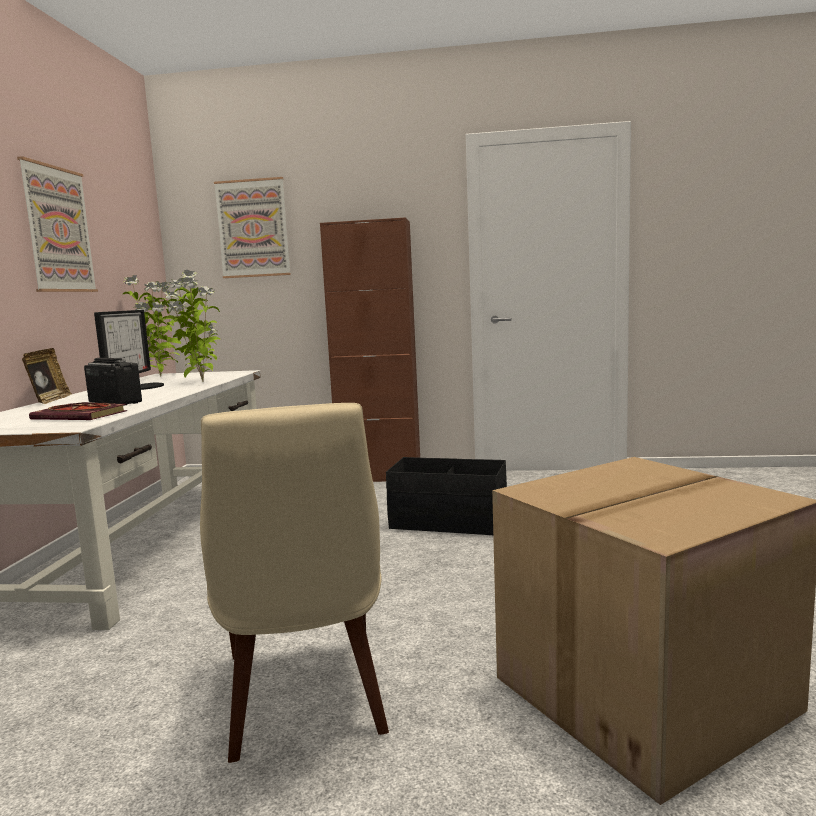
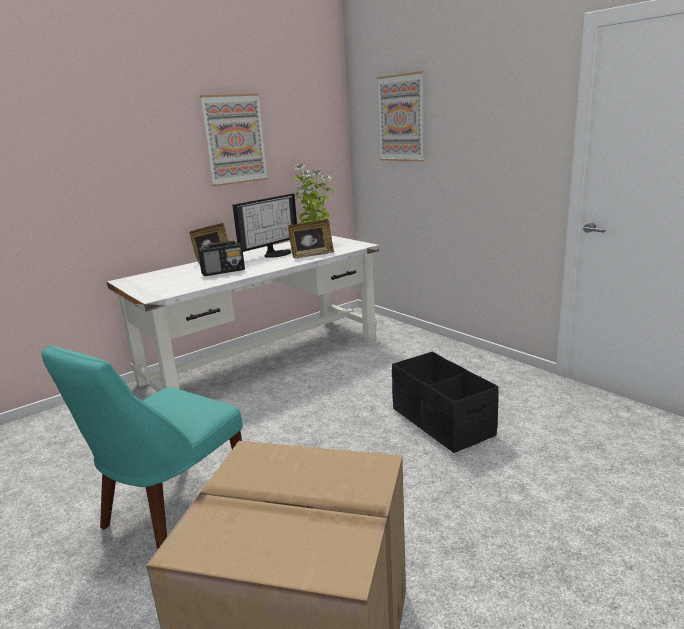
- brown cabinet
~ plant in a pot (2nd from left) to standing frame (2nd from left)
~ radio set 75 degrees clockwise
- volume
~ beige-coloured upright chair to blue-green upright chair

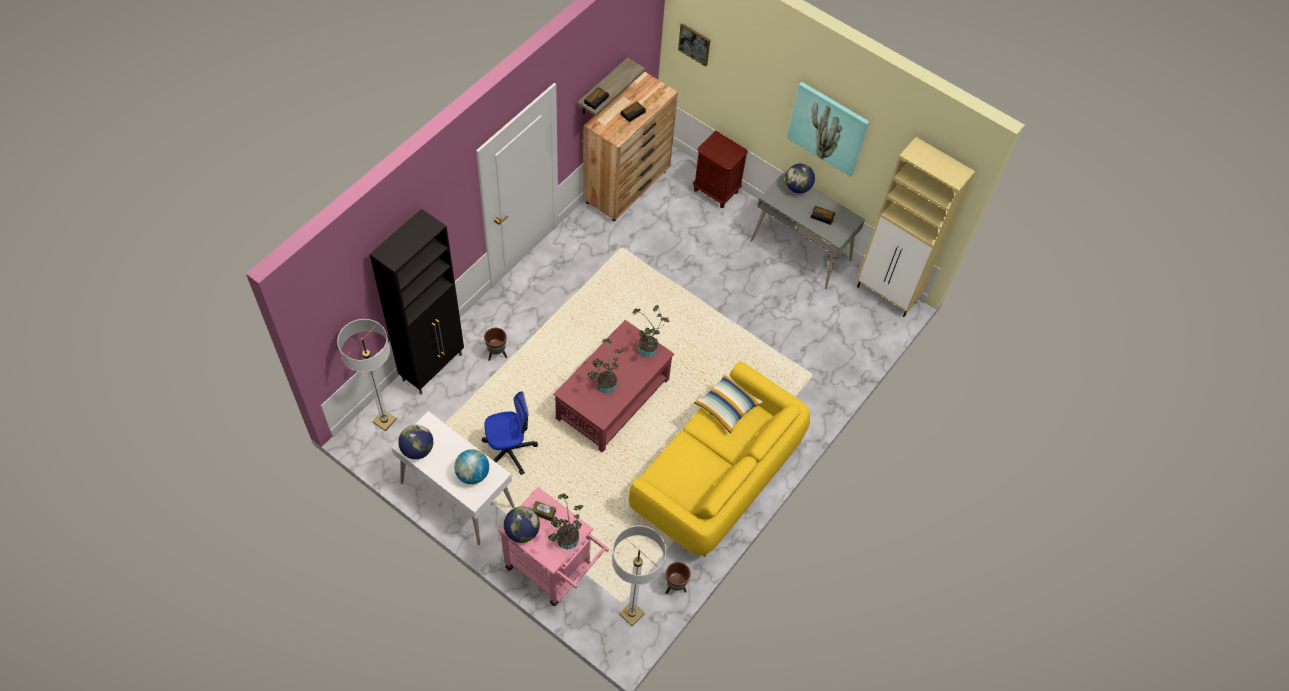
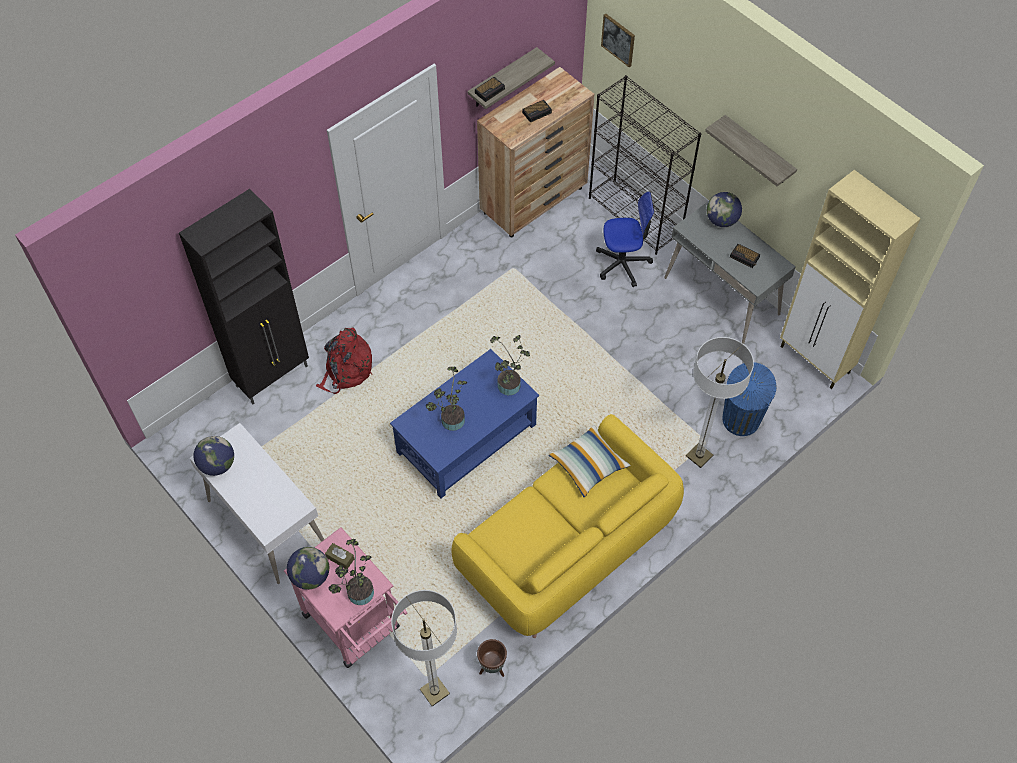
~ picture (2nd from left) to shelf (2nd from left)
~ brown night table to blackish shelving unit
~ standard lamp (1st from left in the first image) to standard lamp (2nd from left)
~ red low table to blue-coloured low table
~ brown flower pot (1st from left) to red backpack
~ computer chair
- world globe (2nd from left)
+ blue-coloured waste bin

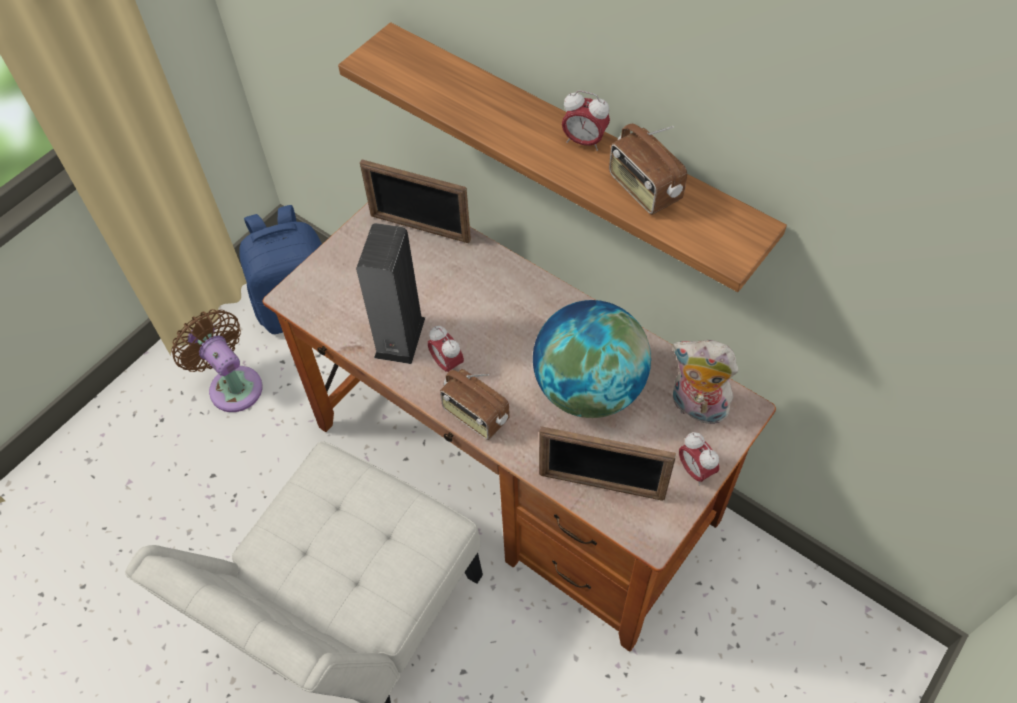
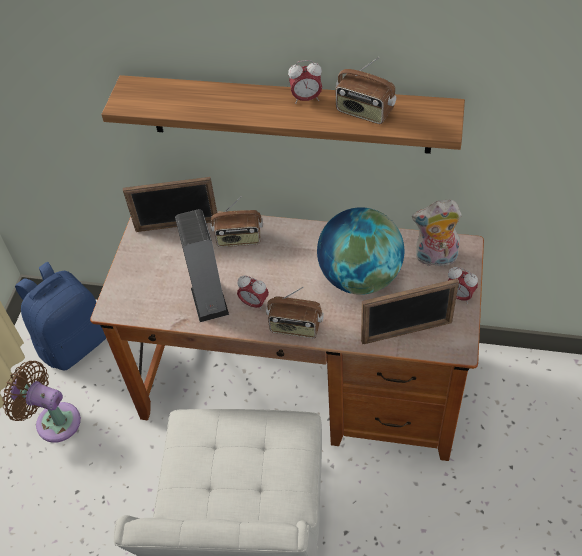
+ radio set (1st from left)

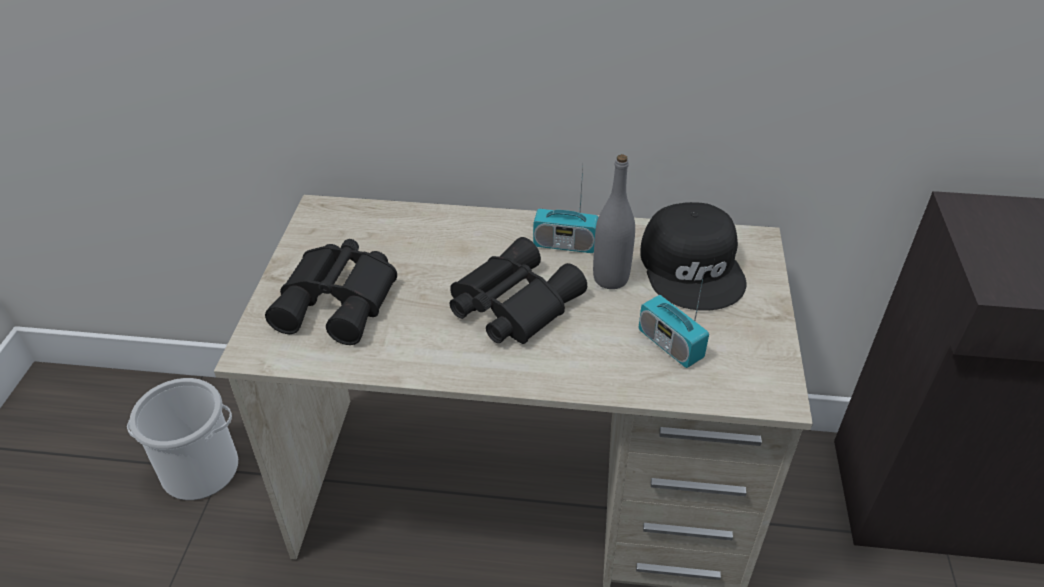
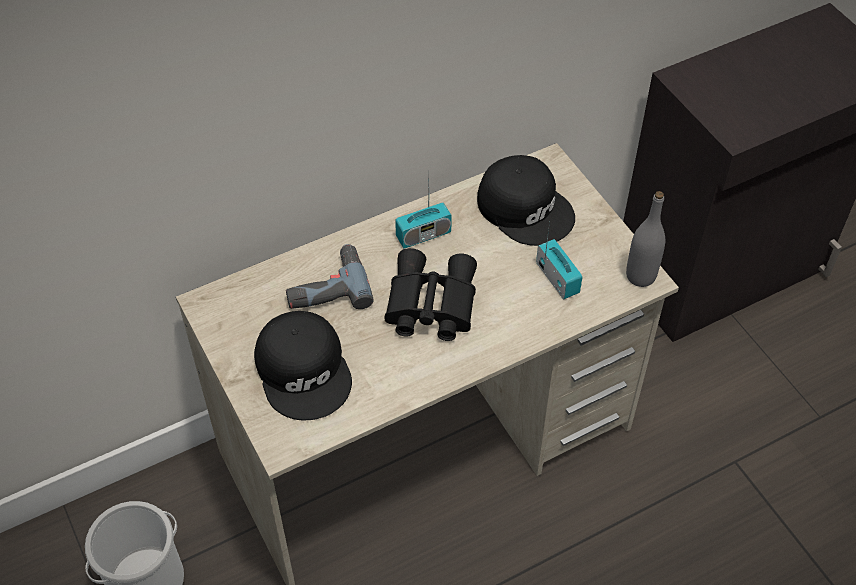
~ grey beverage bottle
~ blackish pair of binoculars (1st from left) to blackish baseball cap (1st from left)
~ radio set (2nd from left) 135 degrees counterclockwise
+ power drill

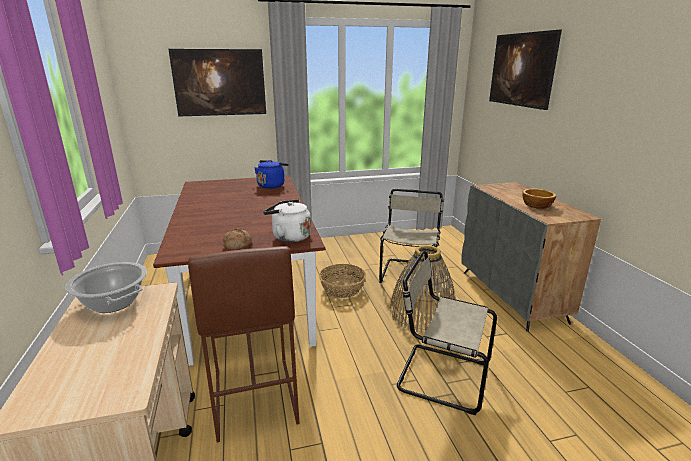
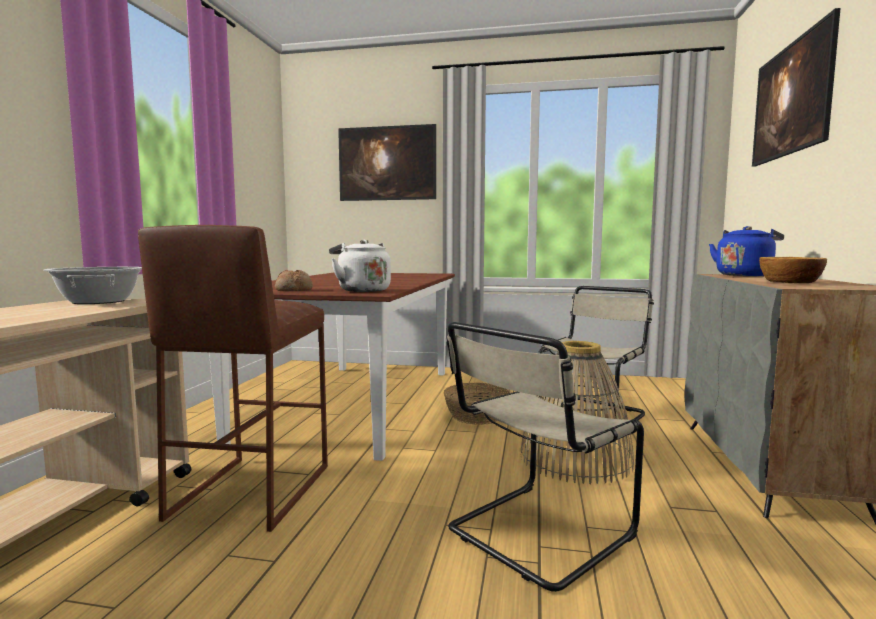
~ blue-coloured water kettle
~ beige-coloured upright chair (2nd from left in the first image) 90 degrees counterclockwise

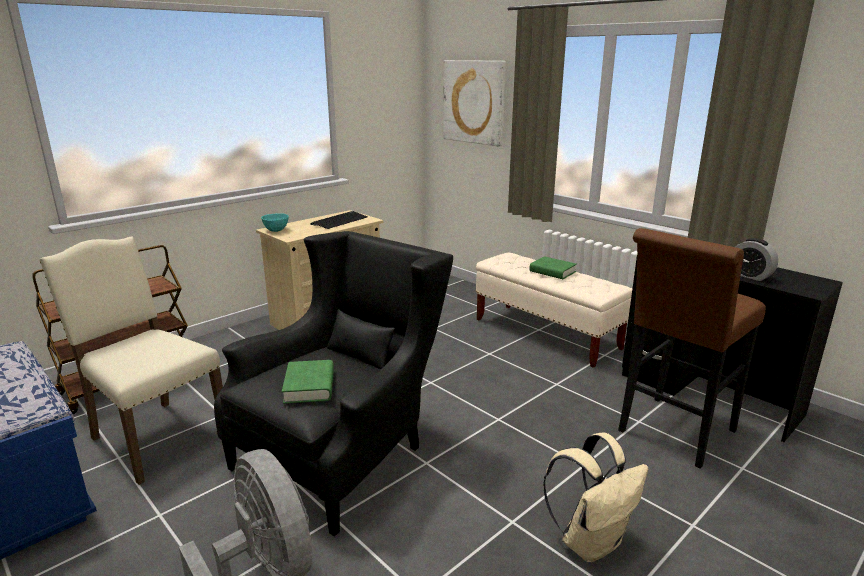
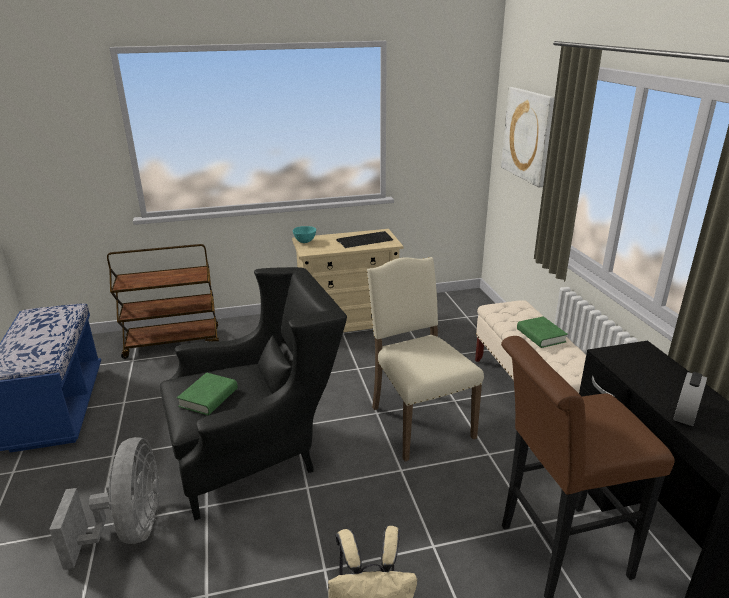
~ beige-coloured upright chair
~ table clock 135 degrees counterclockwise

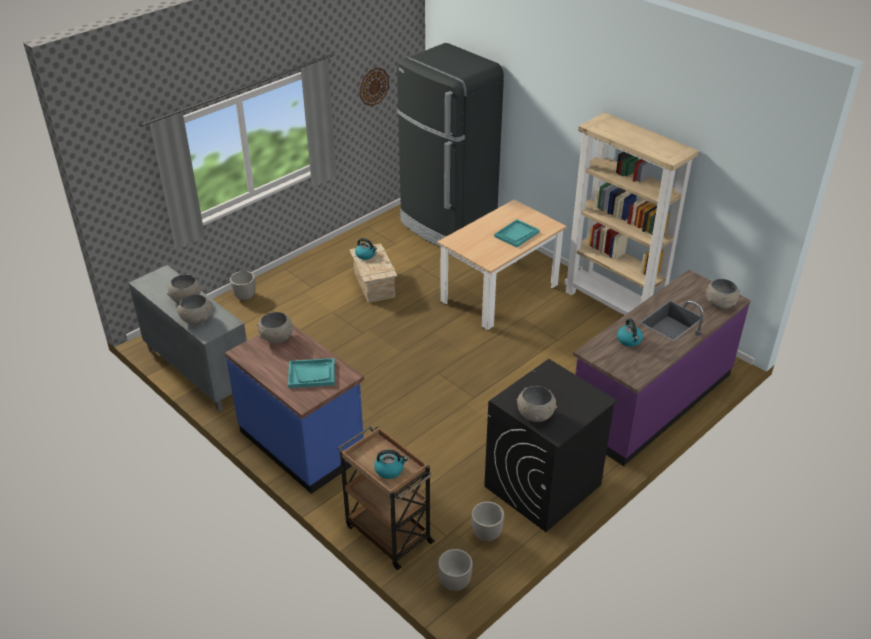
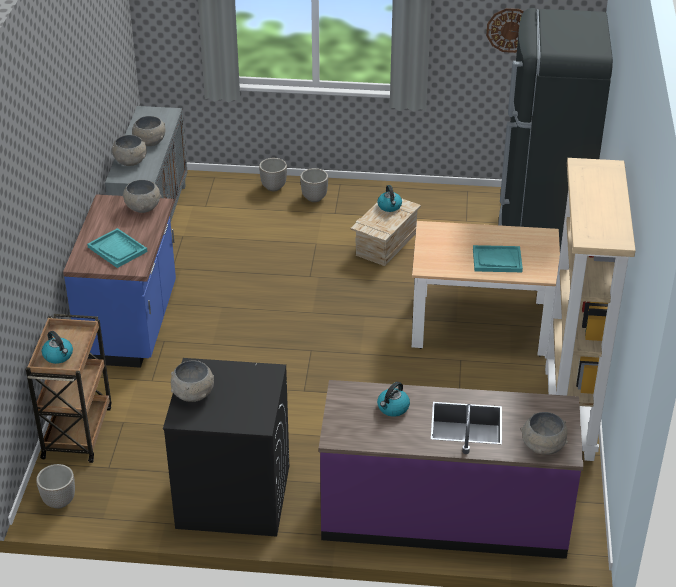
~ flower pot (3rd from left)

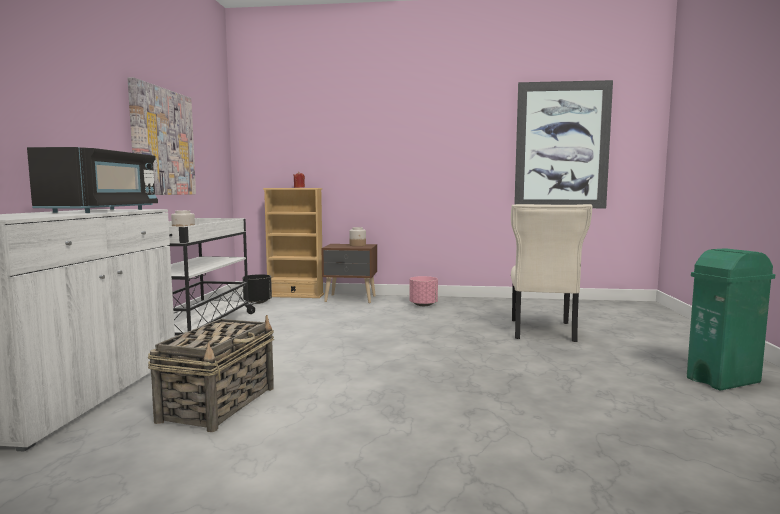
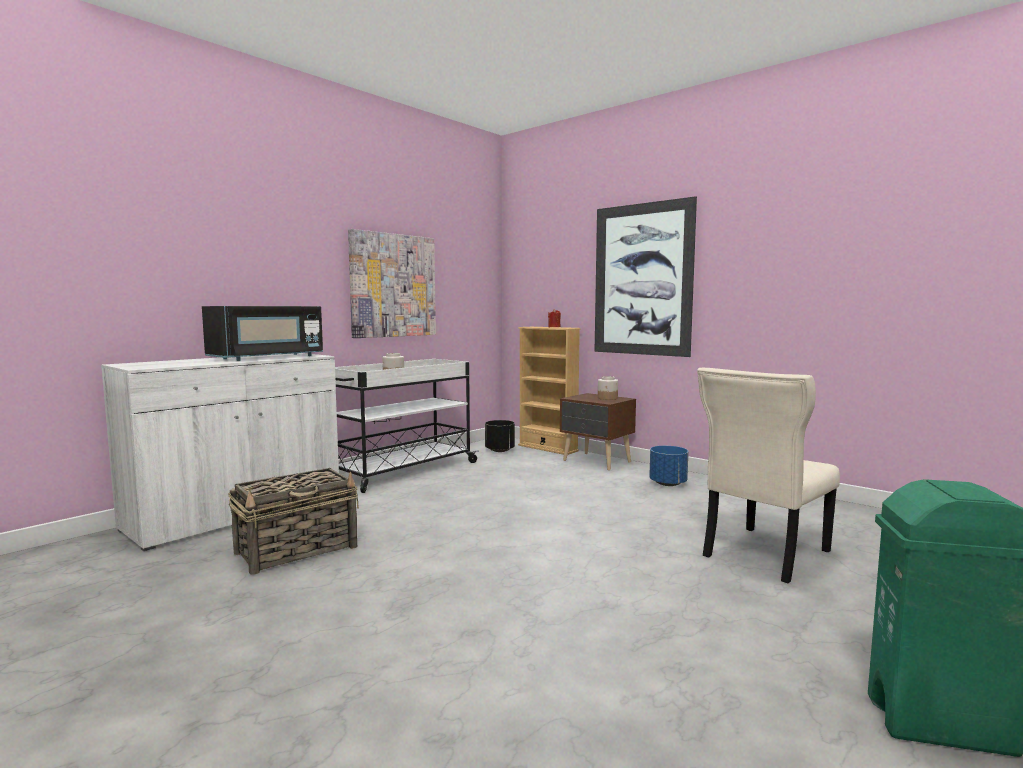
~ picture (2nd from left)
~ pink flower pot to blue-coloured flower pot

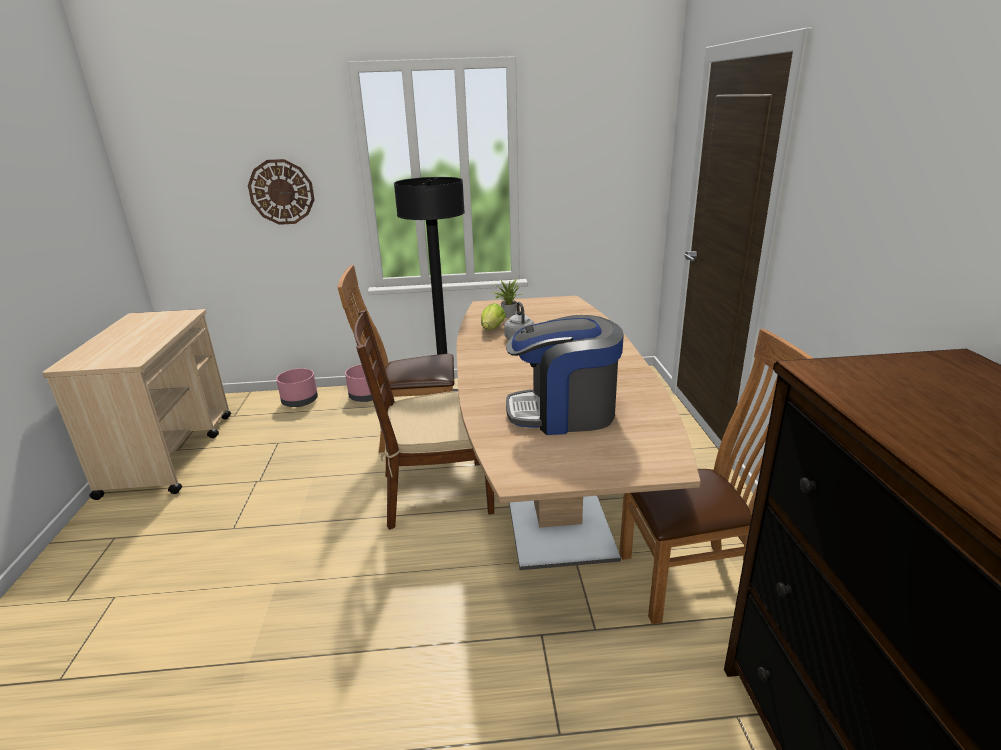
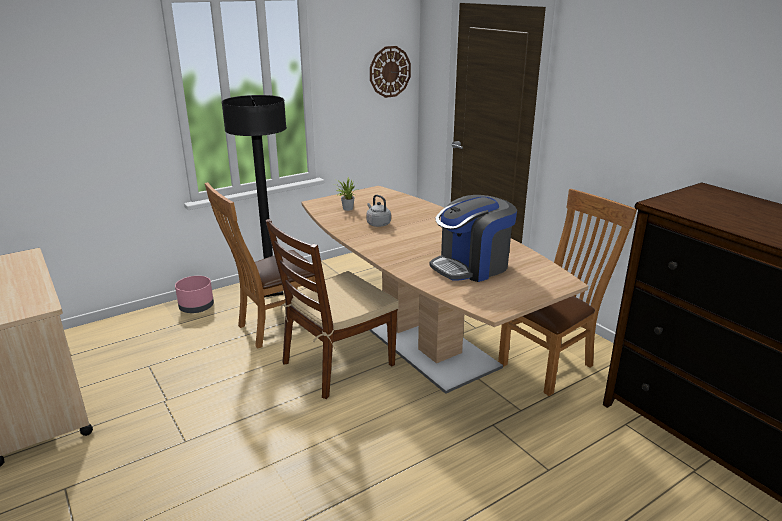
~ clock on the wall
- lettuce head
- pink flower pot (1st from left)

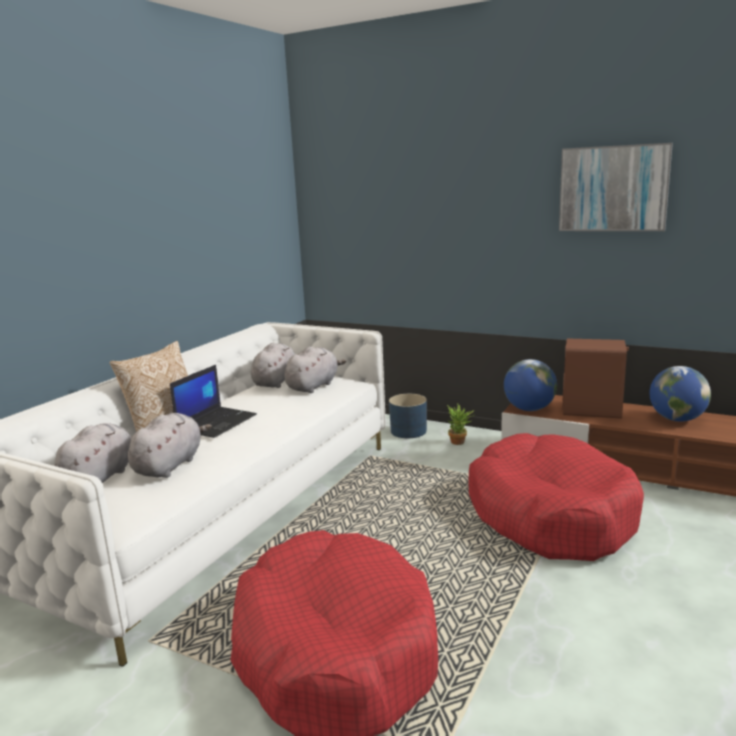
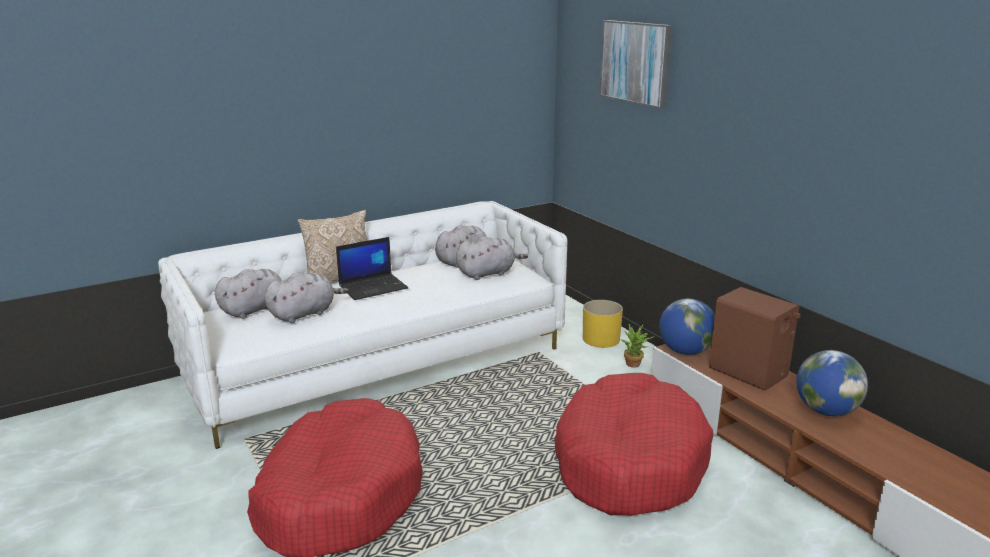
~ picture
~ blue-coloured flower pot to yellow-coloured flower pot

